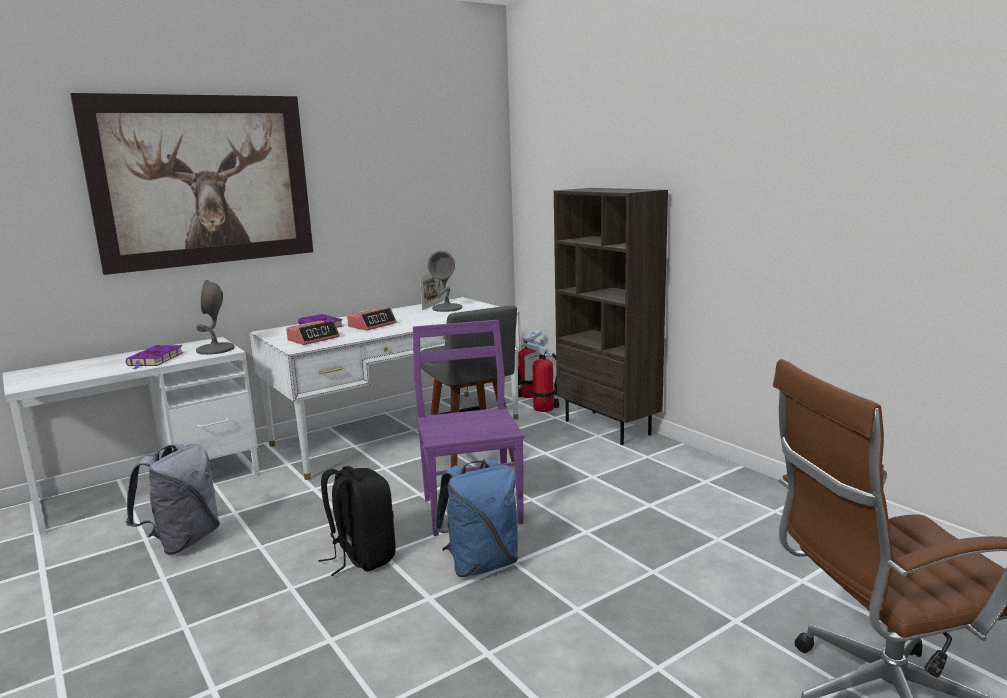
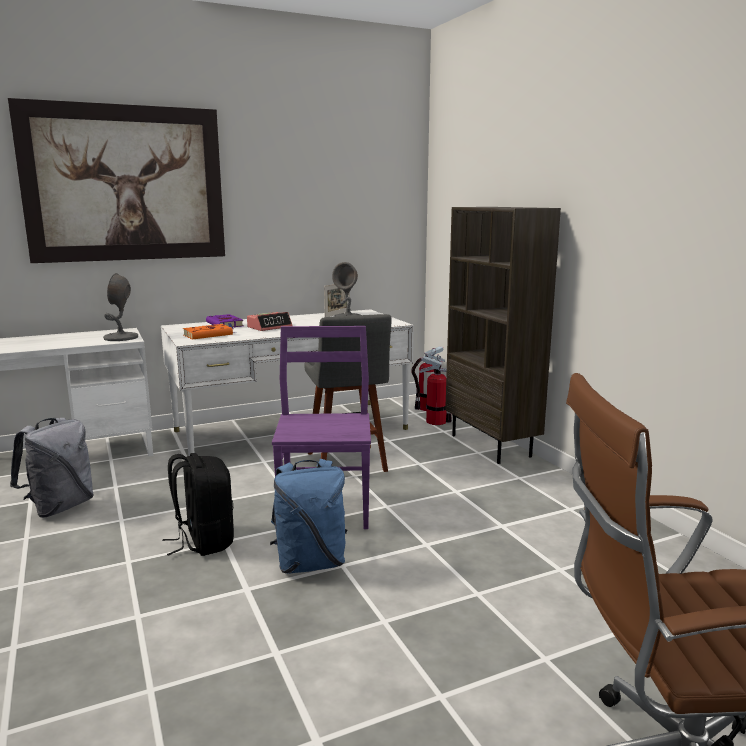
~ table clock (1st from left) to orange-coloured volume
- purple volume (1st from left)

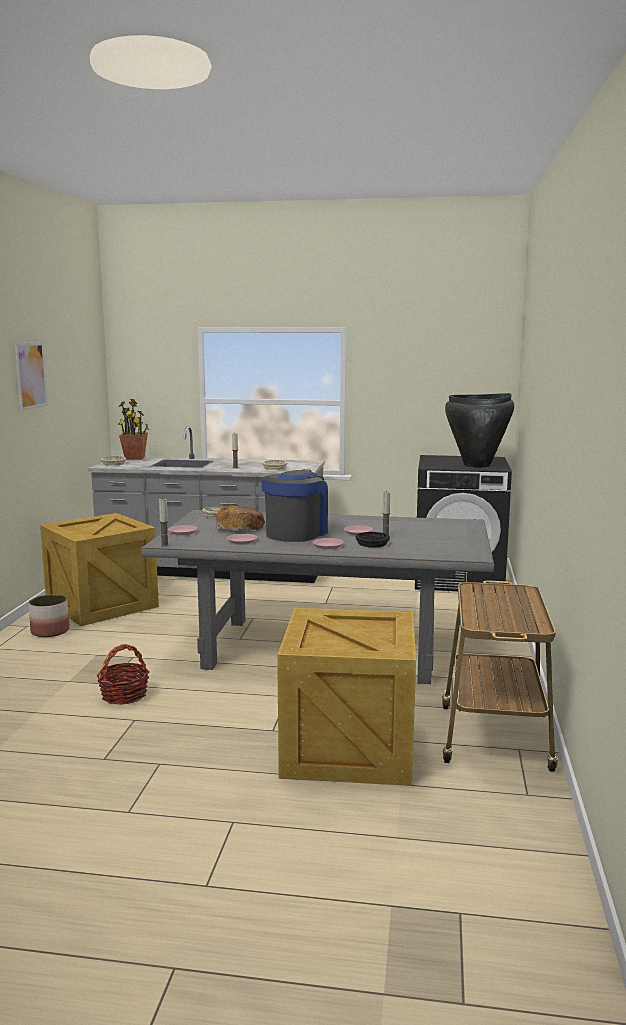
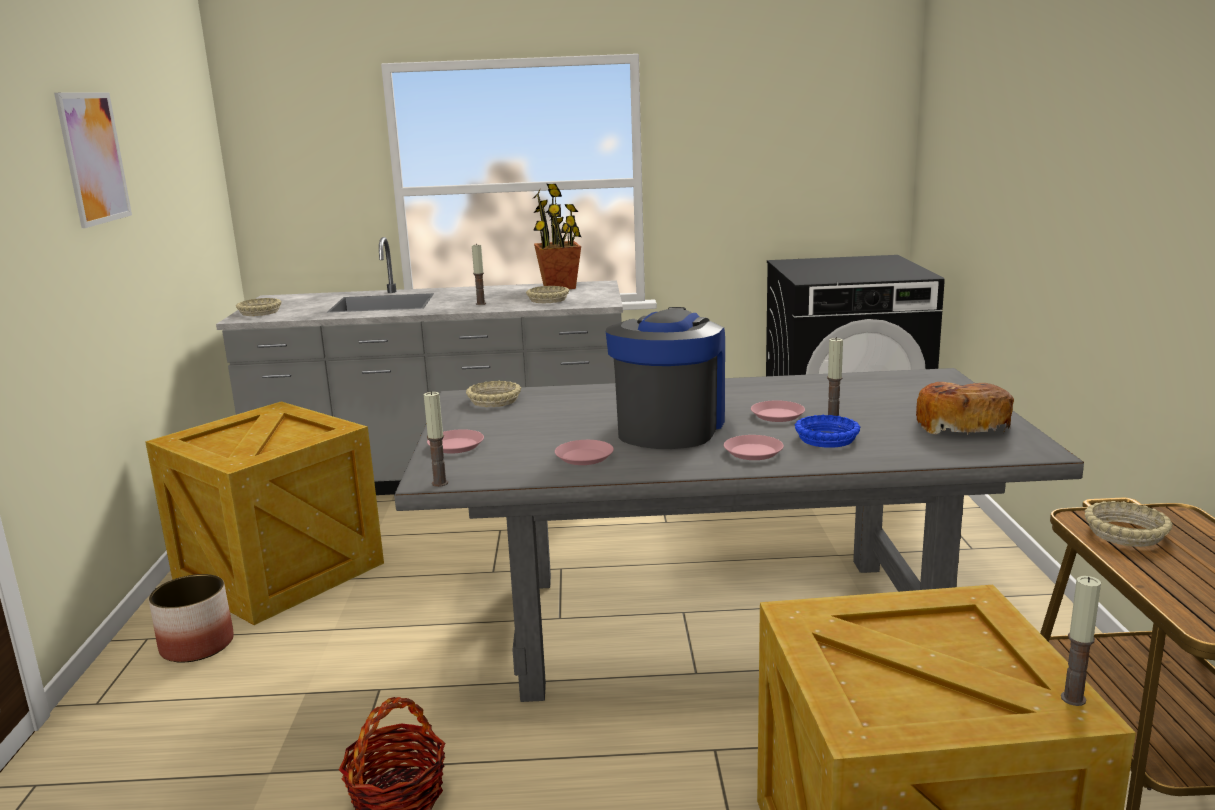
- blackish decorative vase
~ plant in a pot
~ bakery bread
~ blackish deep dish to blue-coloured deep dish
+ beige-coloured deep dish (4th from left)
+ wax light (4th from left)

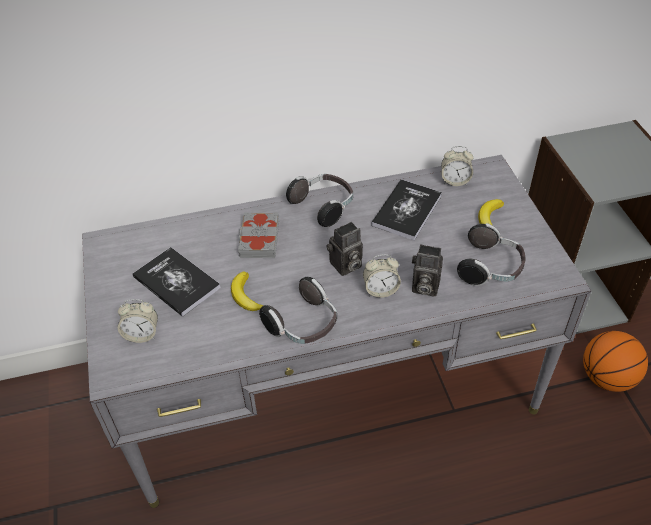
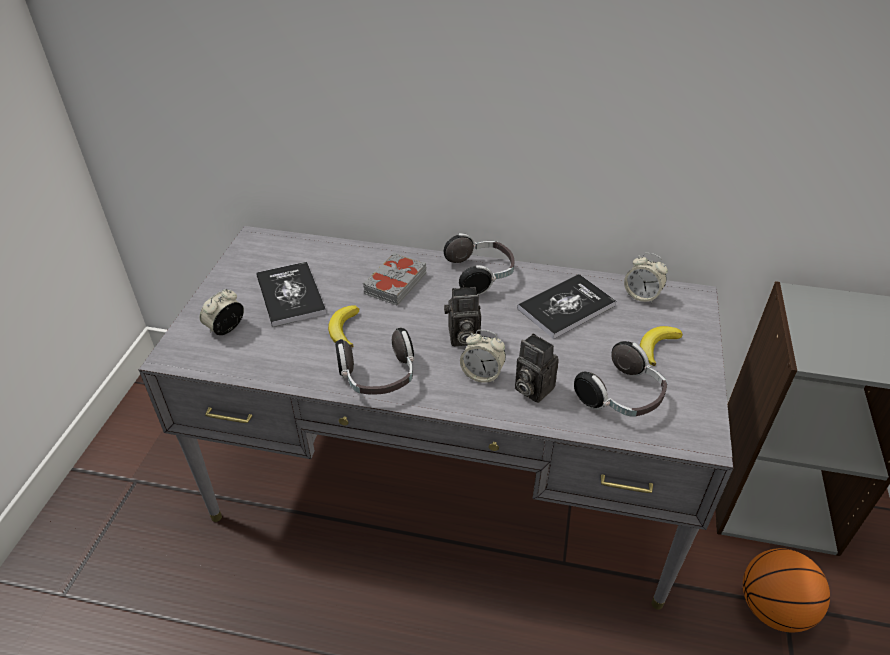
~ table clock (1st from left) 105 degrees clockwise

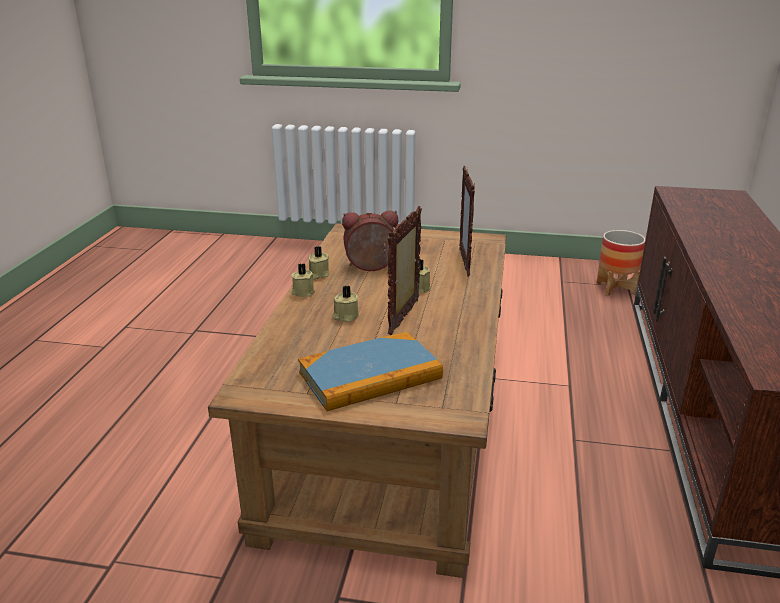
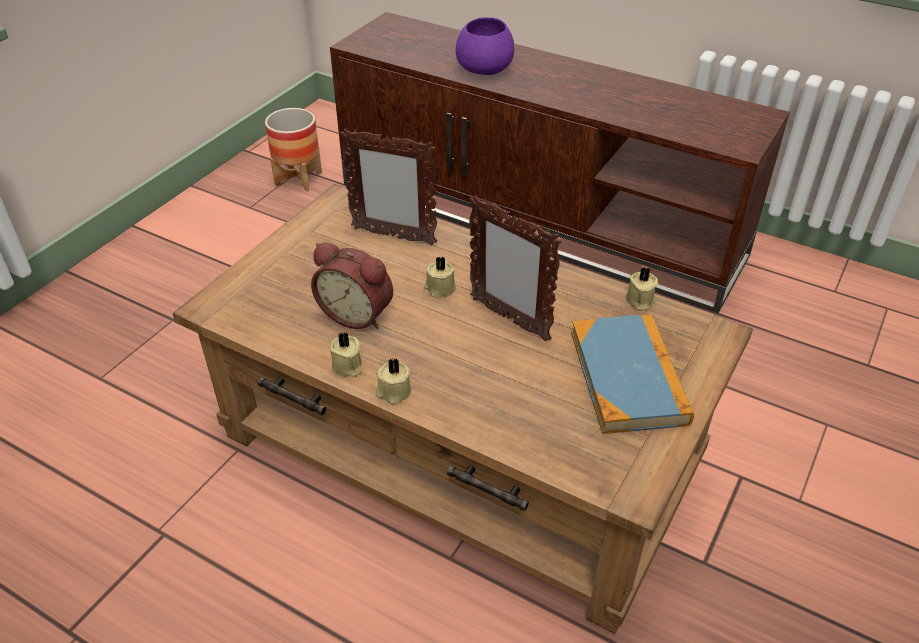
~ table clock 75 degrees counterclockwise
~ beige-coloured wax light (3rd from left in the first image) to beige-coloured wax light (4th from left)
+ purple deep dish

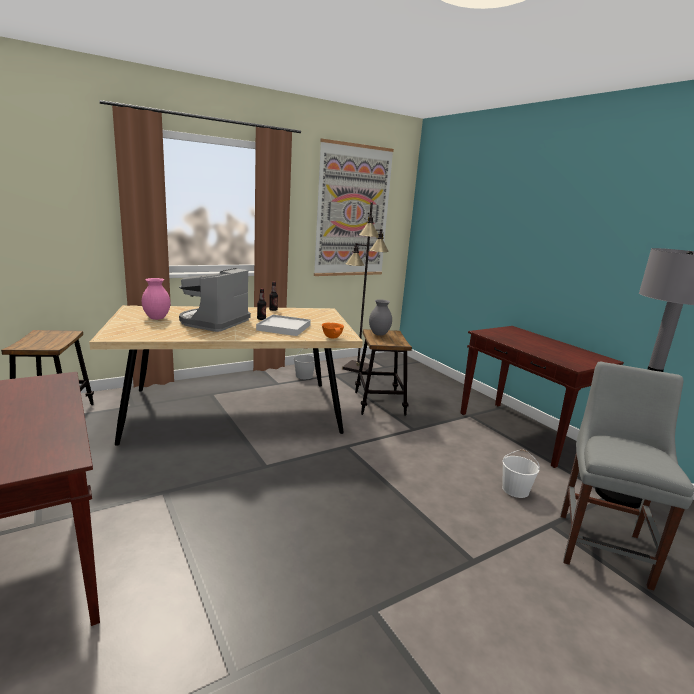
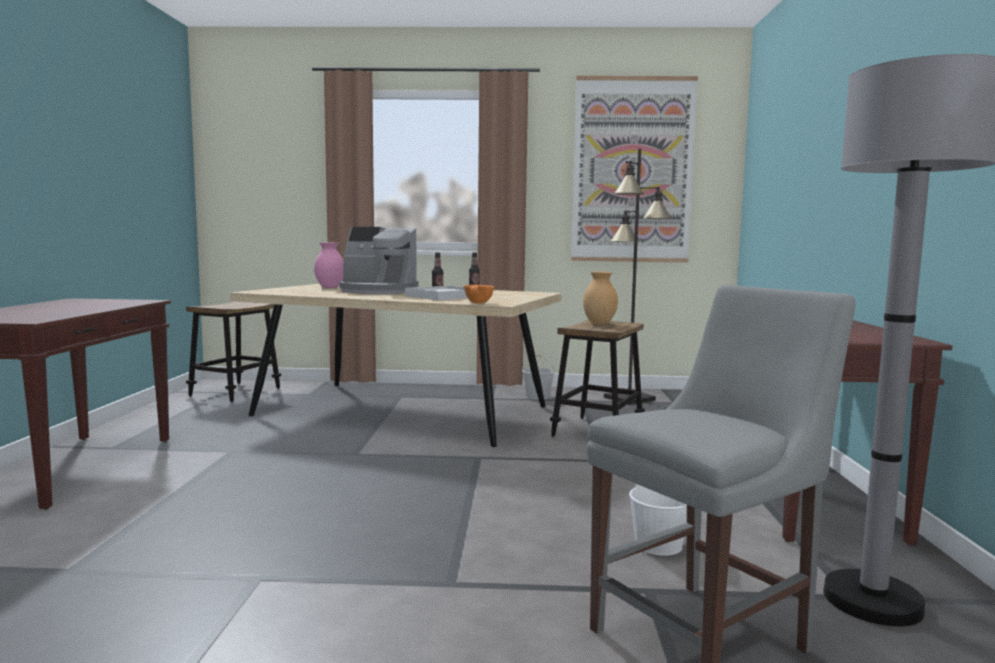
~ coffee maker 135 degrees counterclockwise
~ grey decorative vase to brown decorative vase

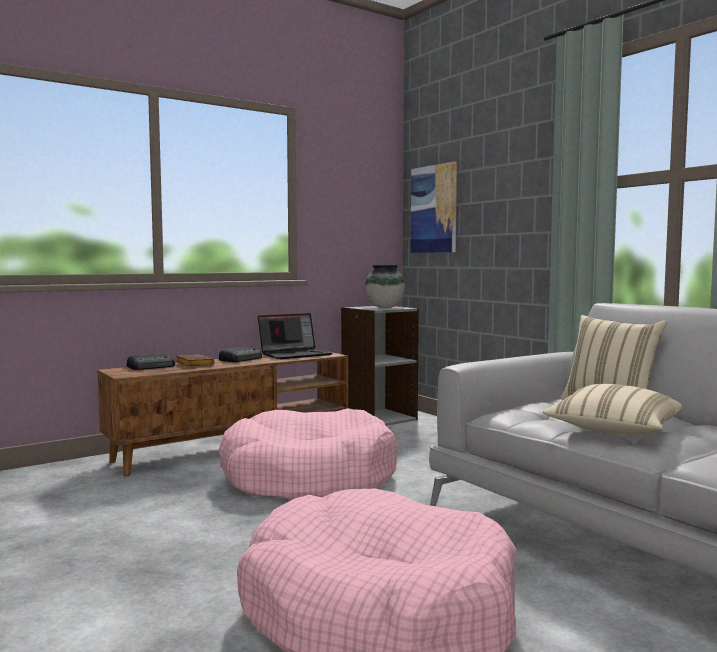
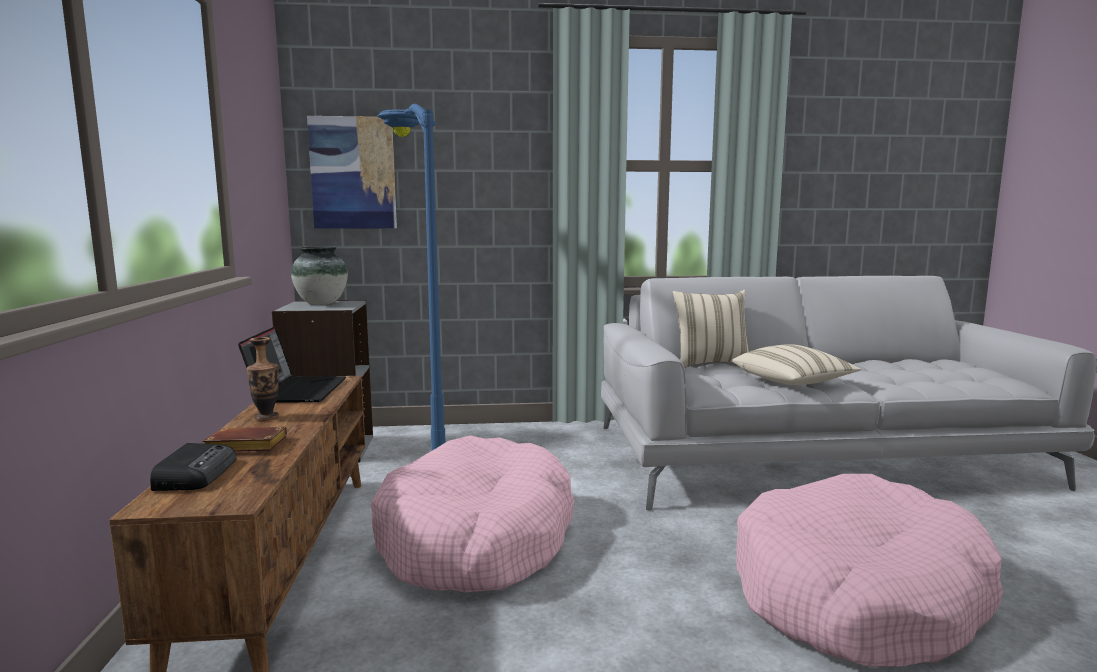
~ radio set (2nd from left) to decorative vase (1st from left)
+ blue-coloured standard lamp

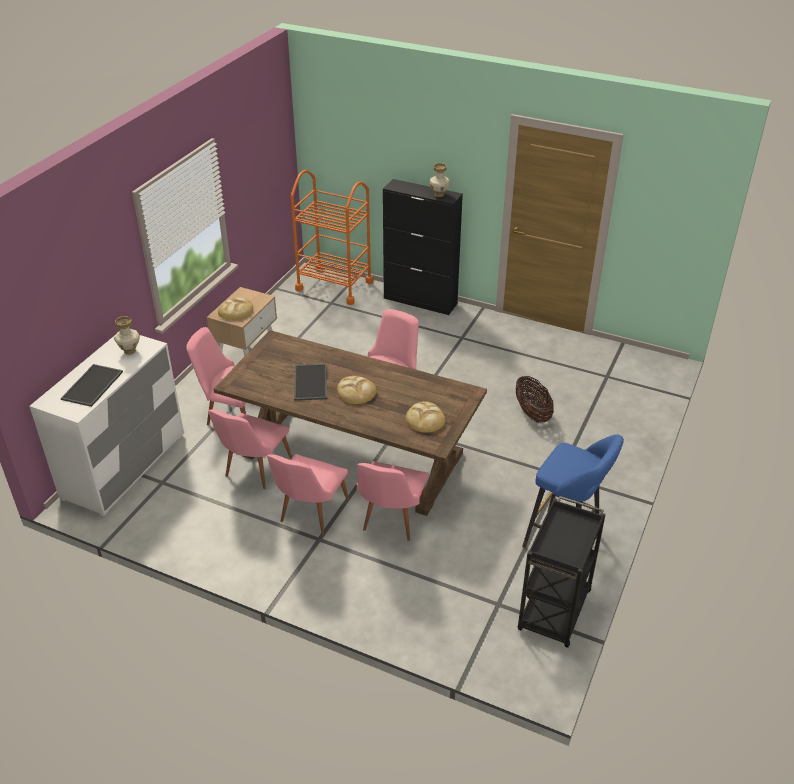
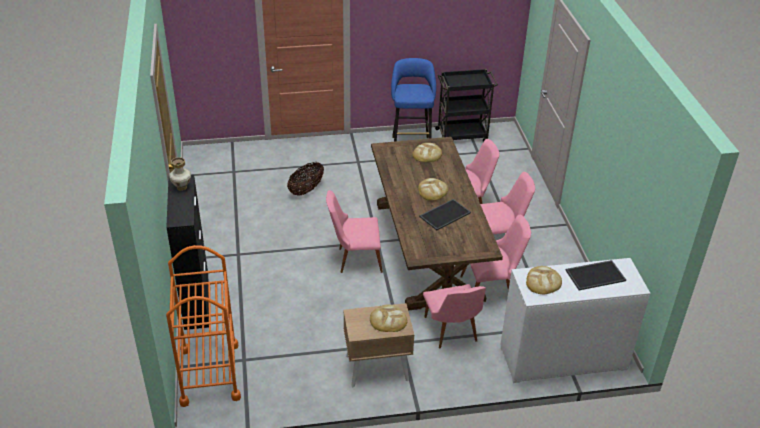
~ decorative vase (1st from left) to bakery bread (4th from left)

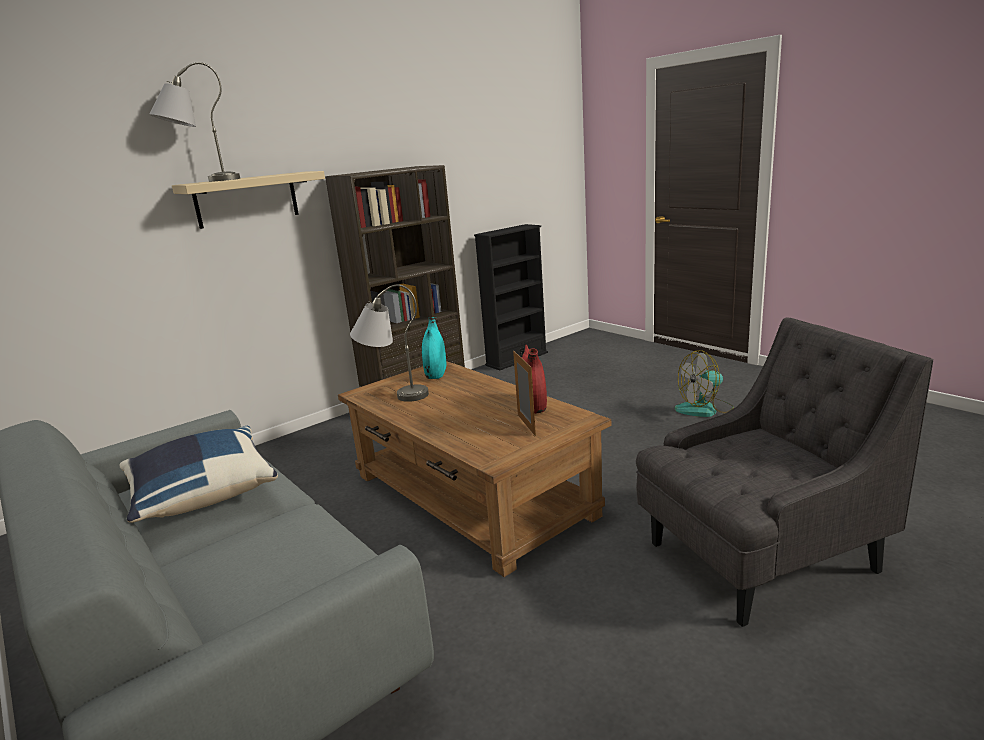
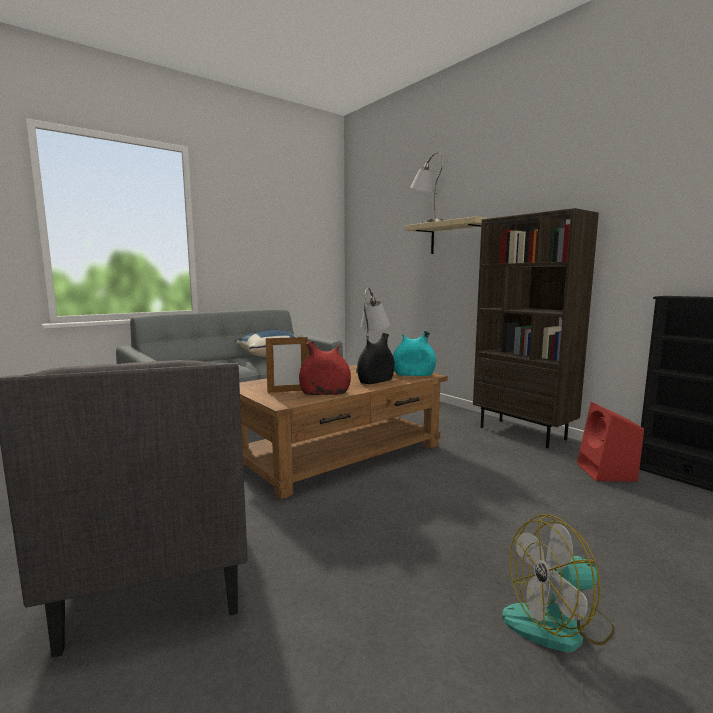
~ electric fan 90 degrees counterclockwise
+ blackish decorative vase
+ red loudspeaker

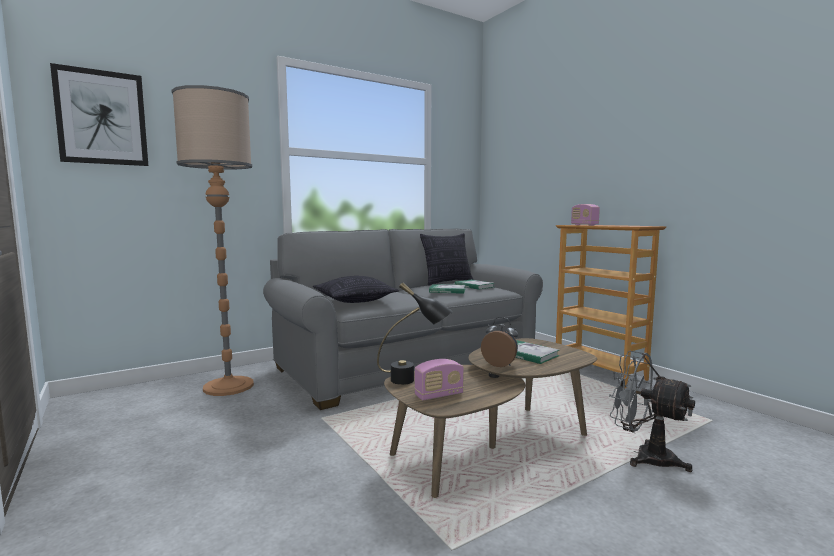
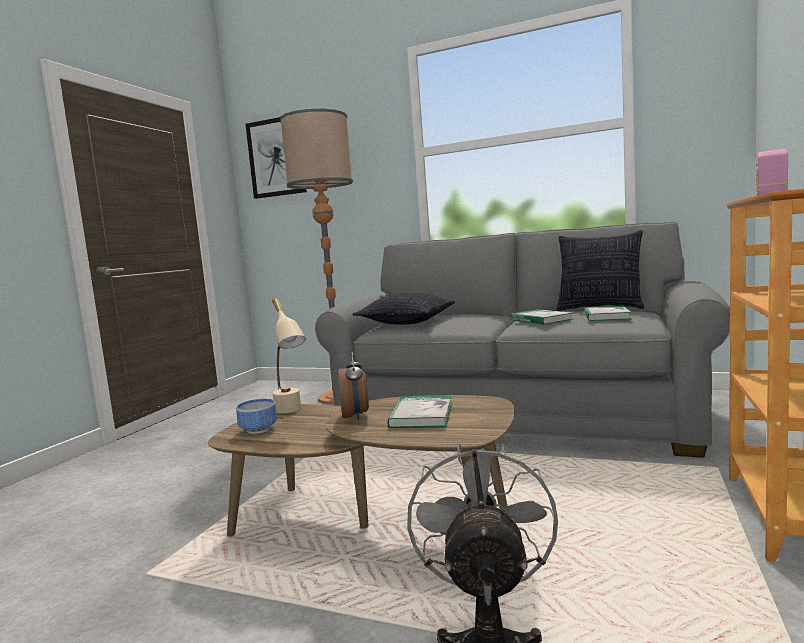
~ blackish lamp for a table to beige-coloured lamp for a table
~ radio set (1st from left) to deep dish

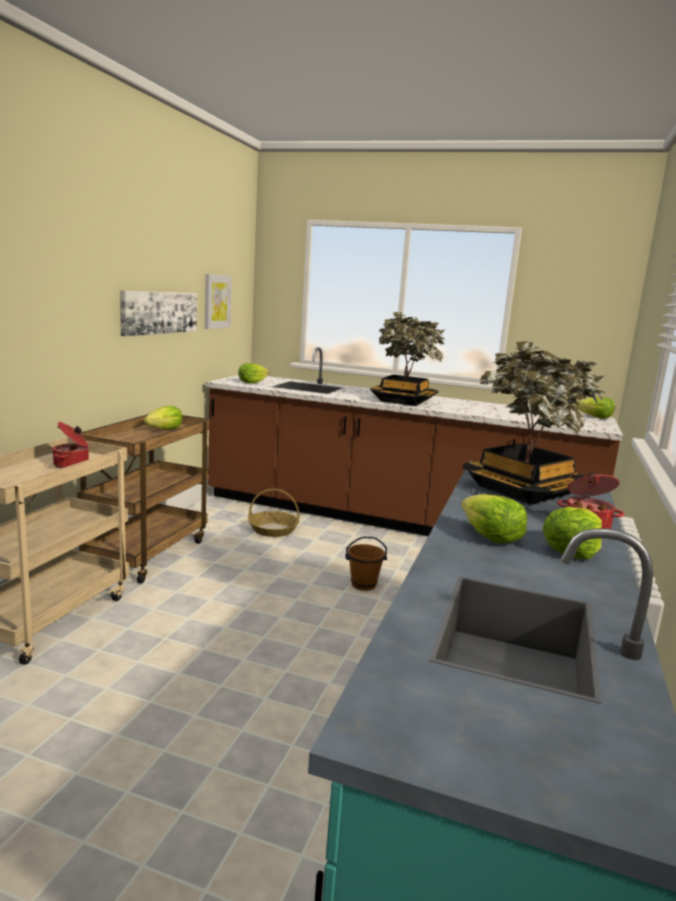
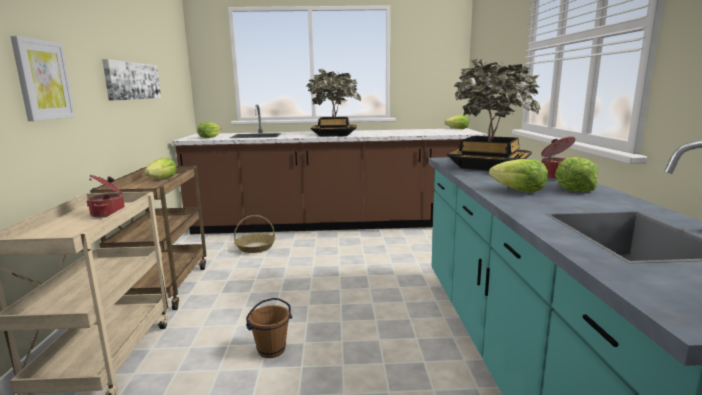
~ picture (2nd from left in the first image) to picture (1st from left)
~ brown pail

